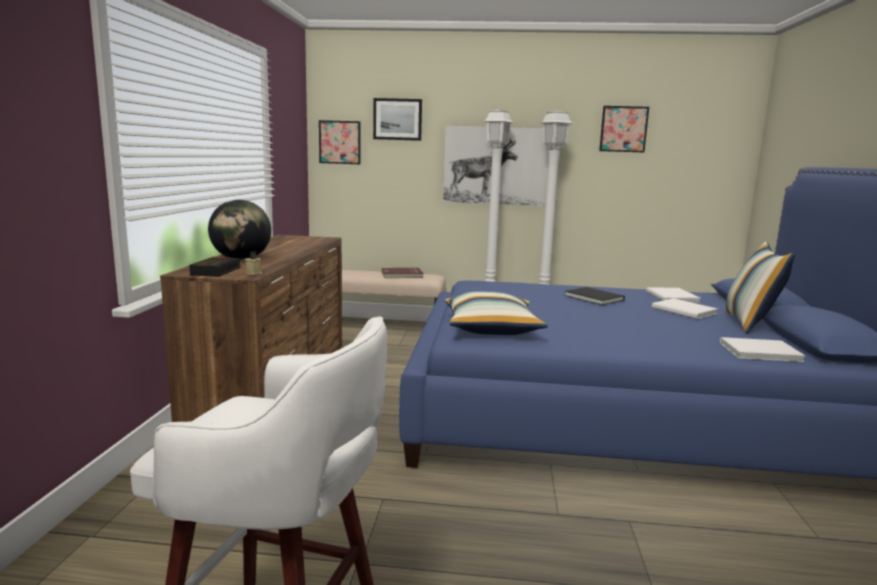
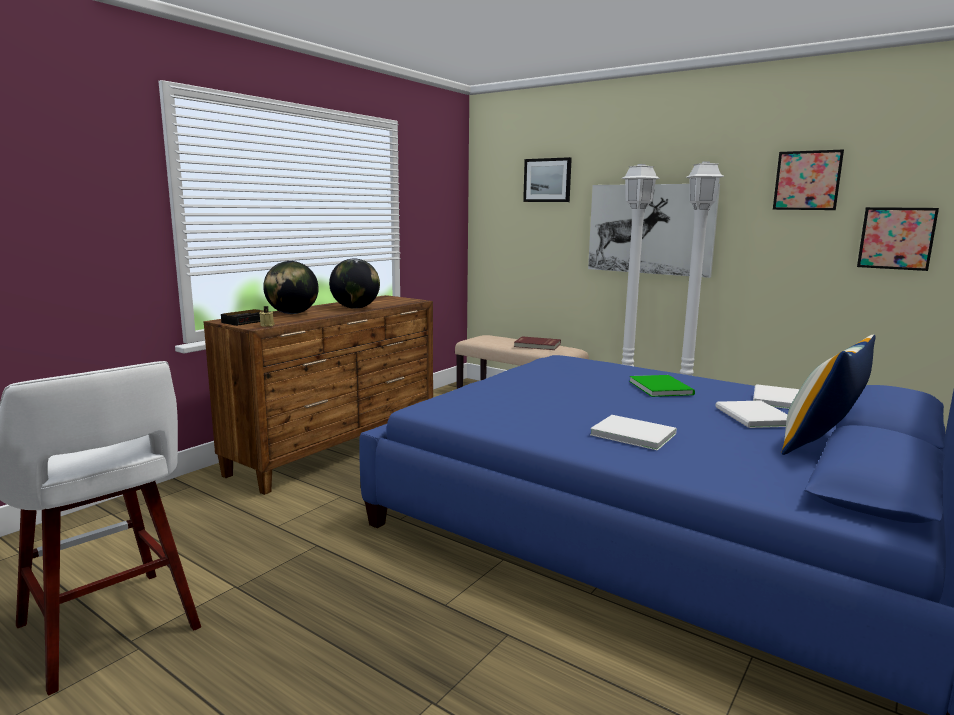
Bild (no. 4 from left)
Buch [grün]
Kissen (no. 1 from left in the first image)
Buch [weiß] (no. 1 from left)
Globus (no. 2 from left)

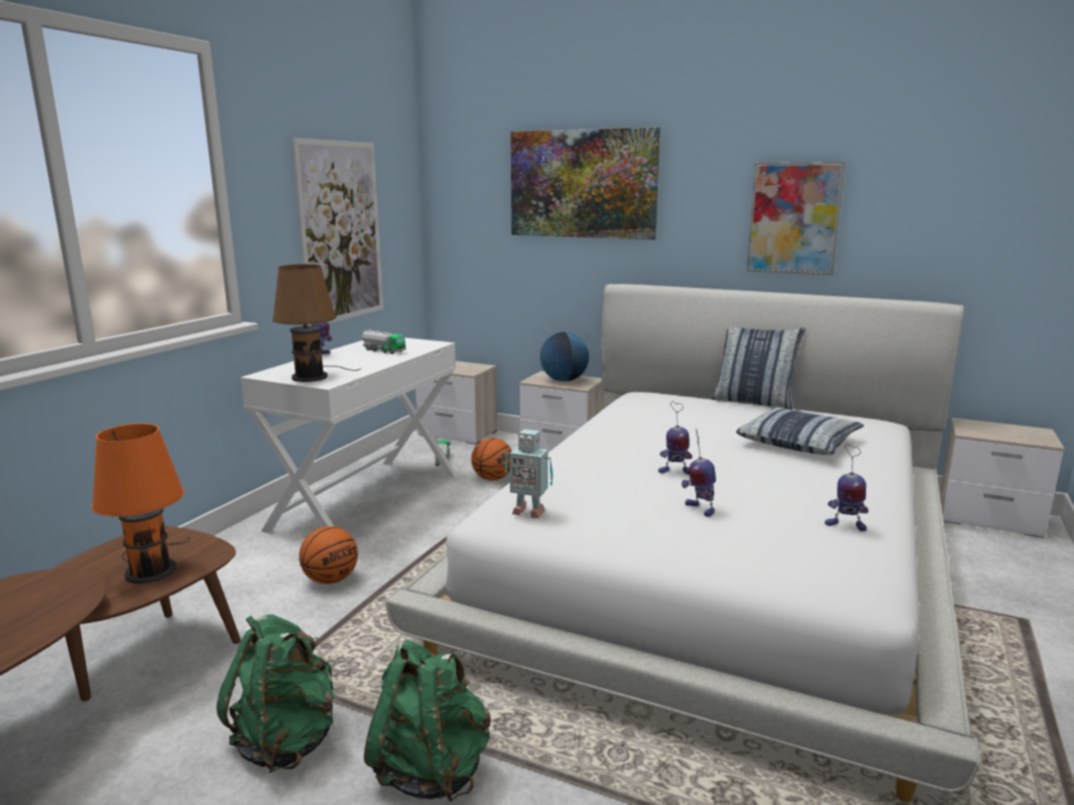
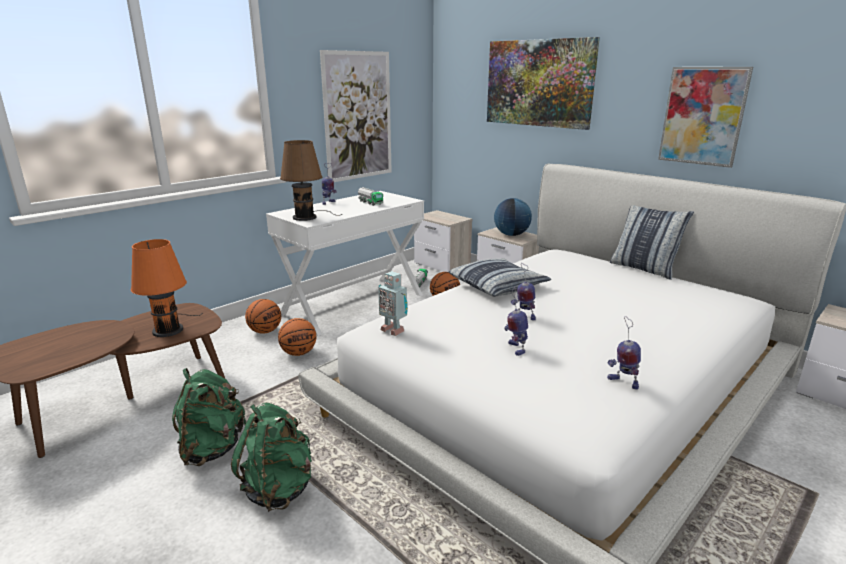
Kissen (no. 1 from left)
Basketball (no. 1 from left)

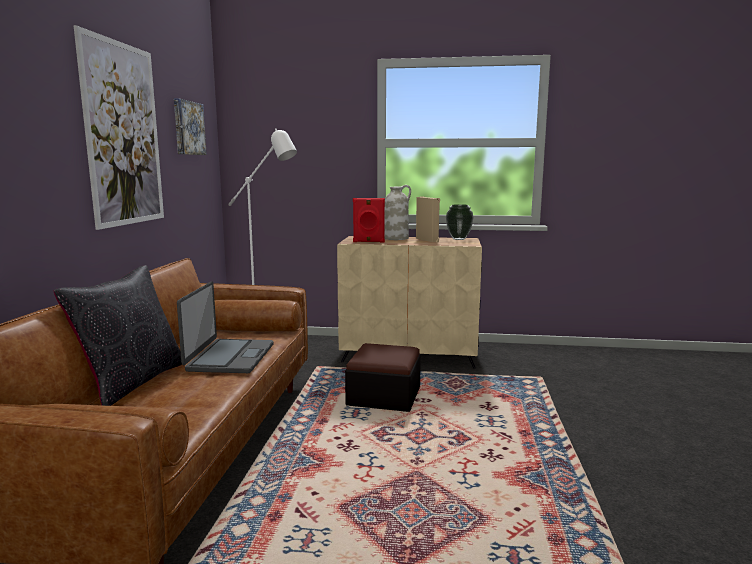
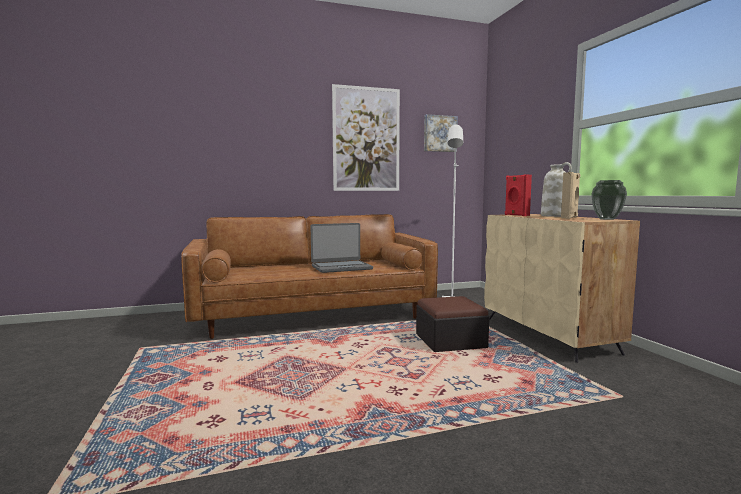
Kissen [schwarz]

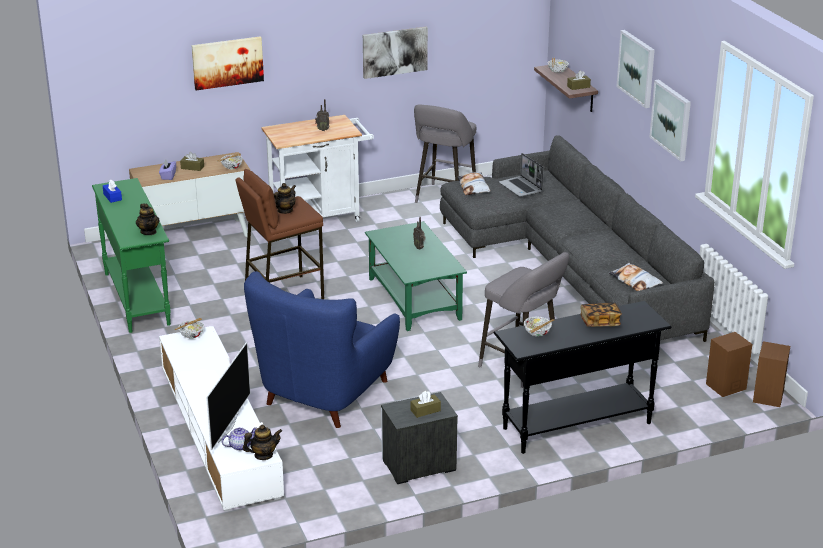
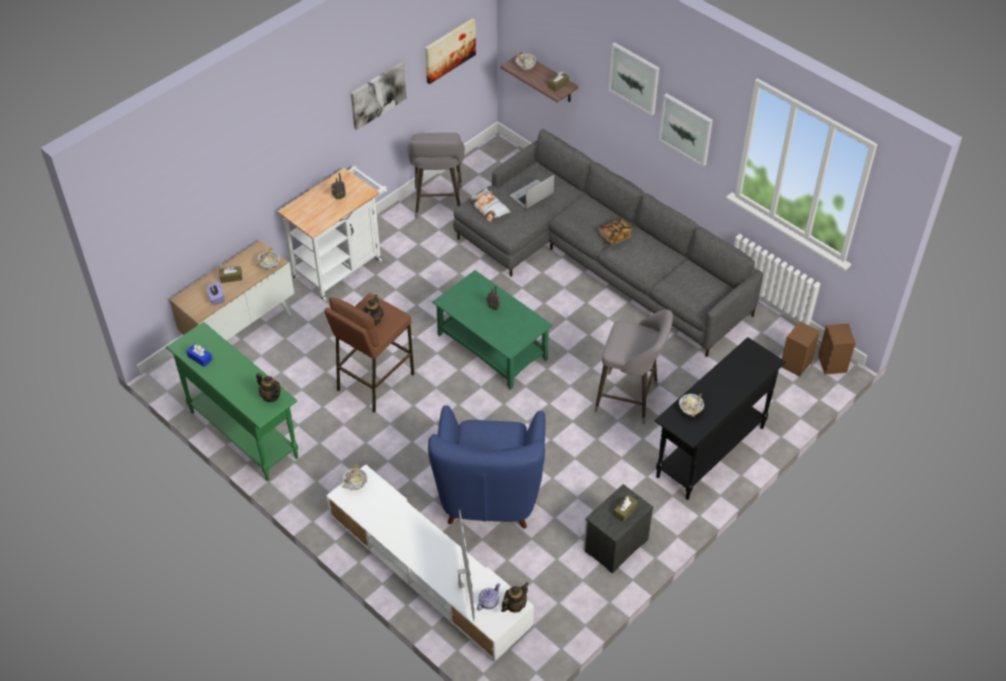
Bild (no. 2 from left)
Laptop
Kissen (no. 2 from left in the first image)
Buch

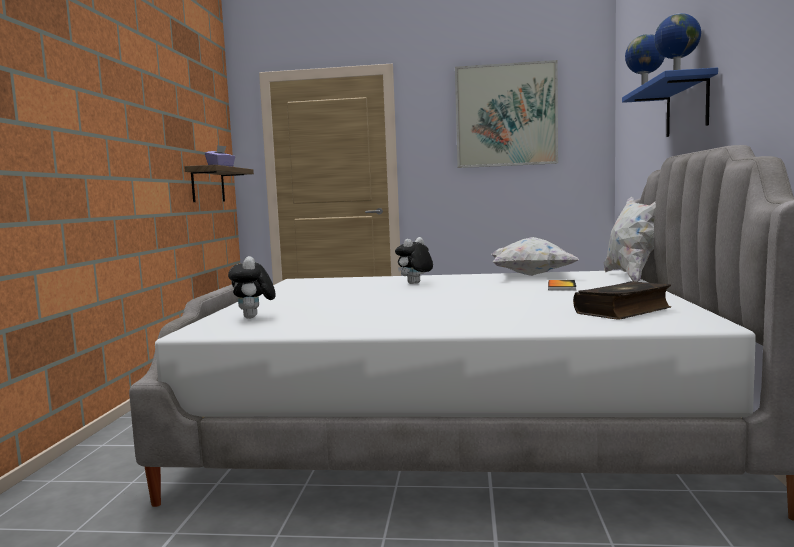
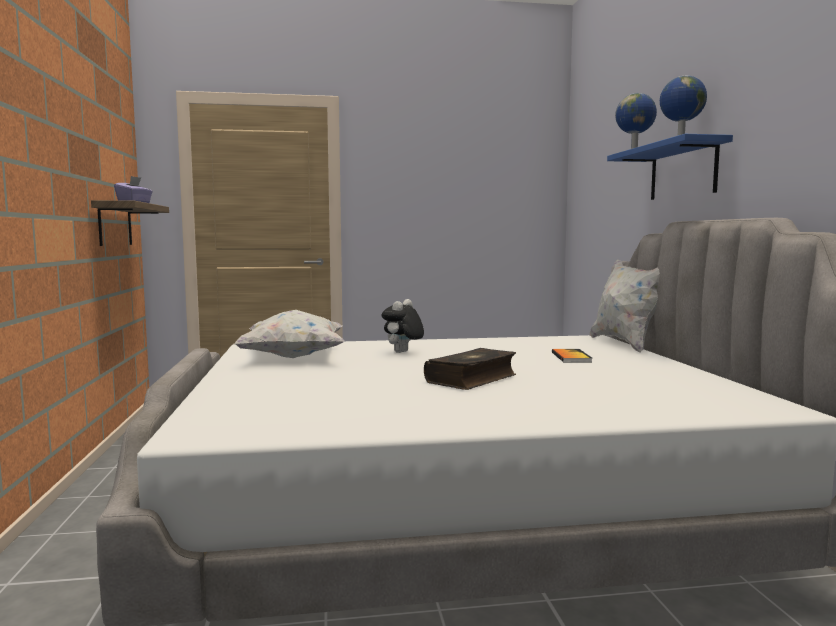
Bild
Kissen [weiß] (no. 1 from left)
Plüschtier (no. 1 from left in the first image)
Buch (no. 1 from left)

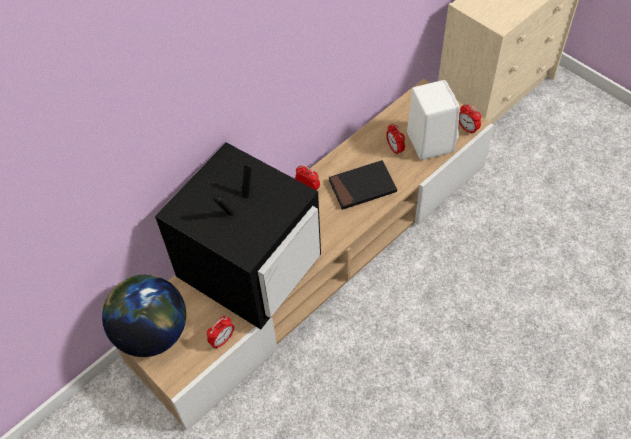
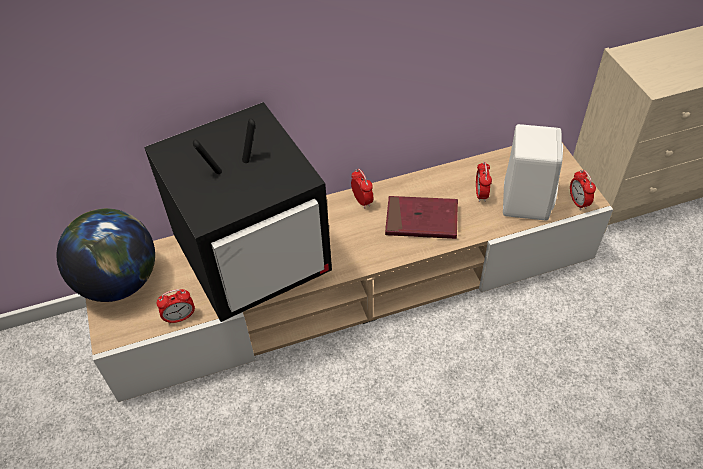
Buch [rot]

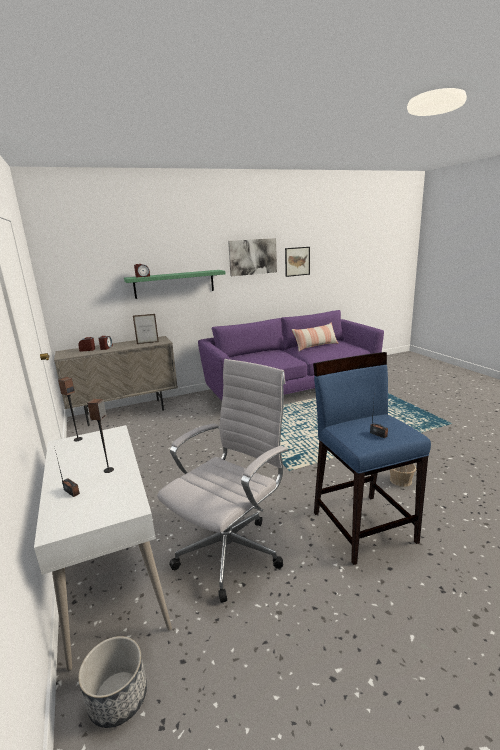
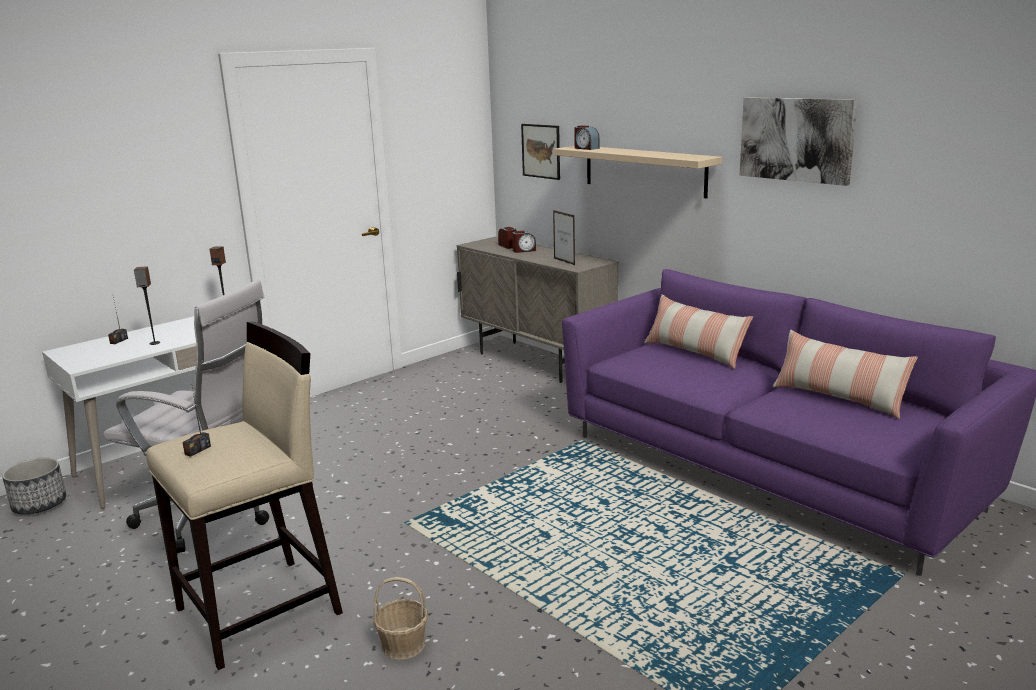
Bild (no. 1 from left)
Wandregal [beige]
Hocker [beige]
Kissen (no. 1 from left)

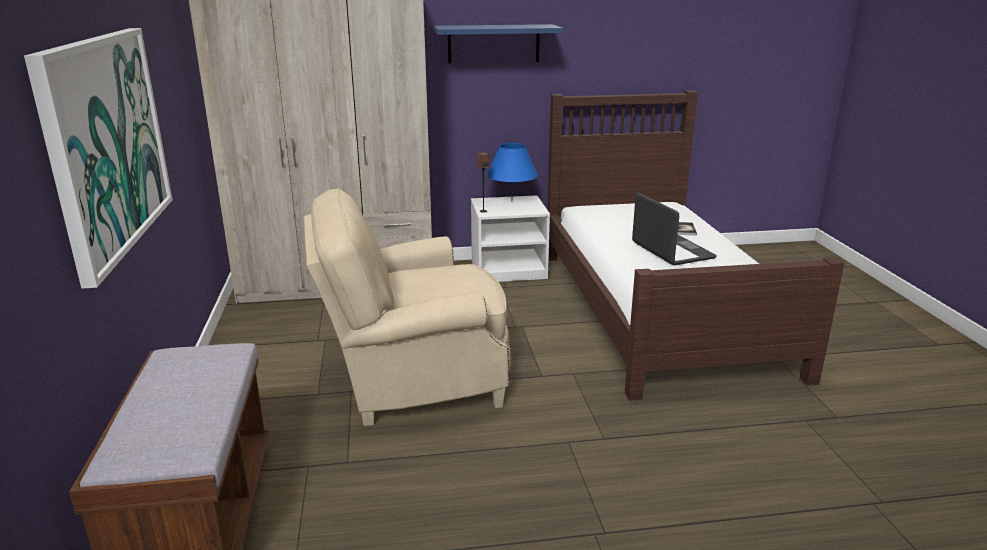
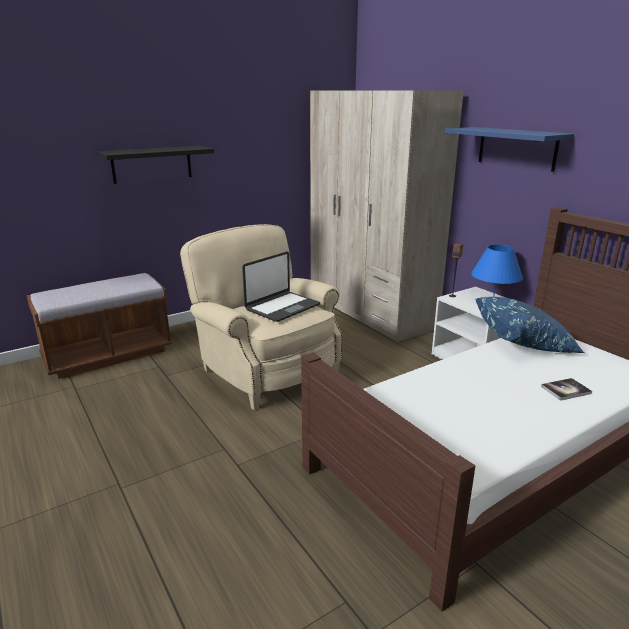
Wandregal [schwarz]
Laptop
Kissen [blau]

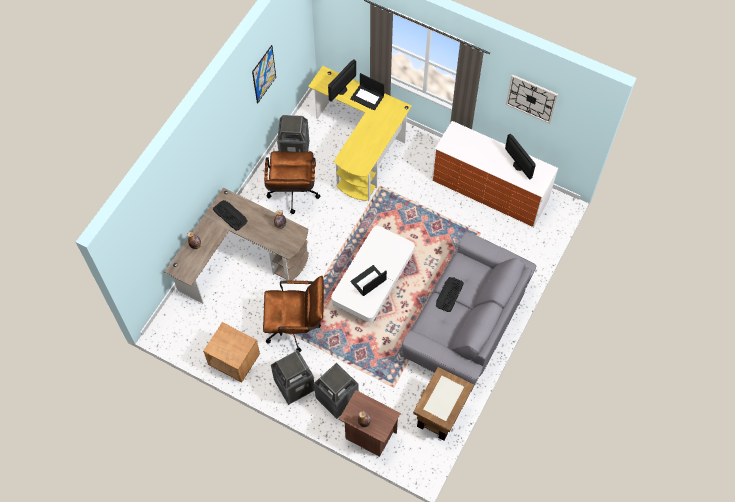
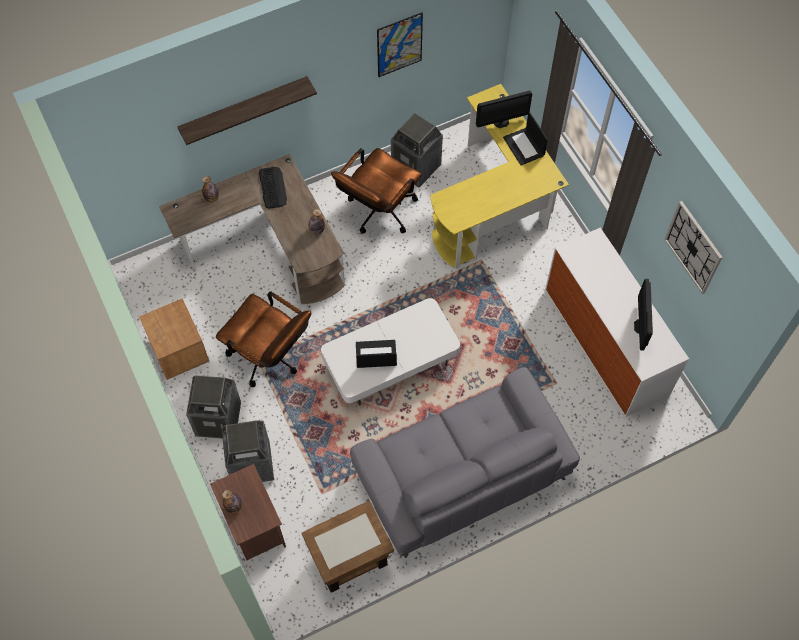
Tastatur (no. 2 from left in the first image)
Wandregal

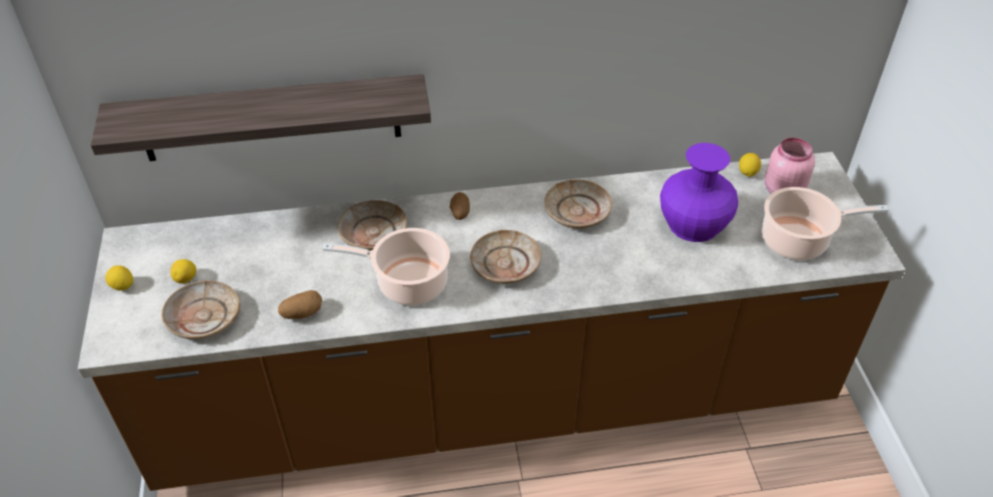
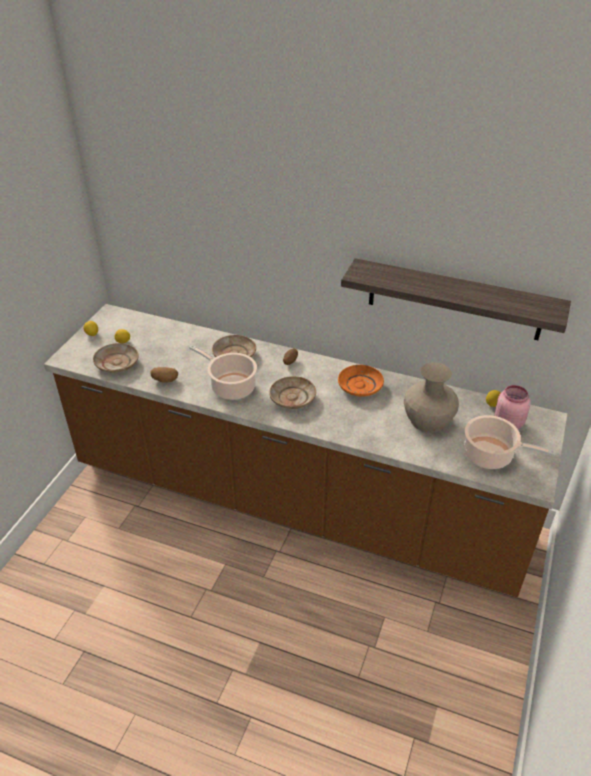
Wandregal
Vase [beige]
Teller [orange]

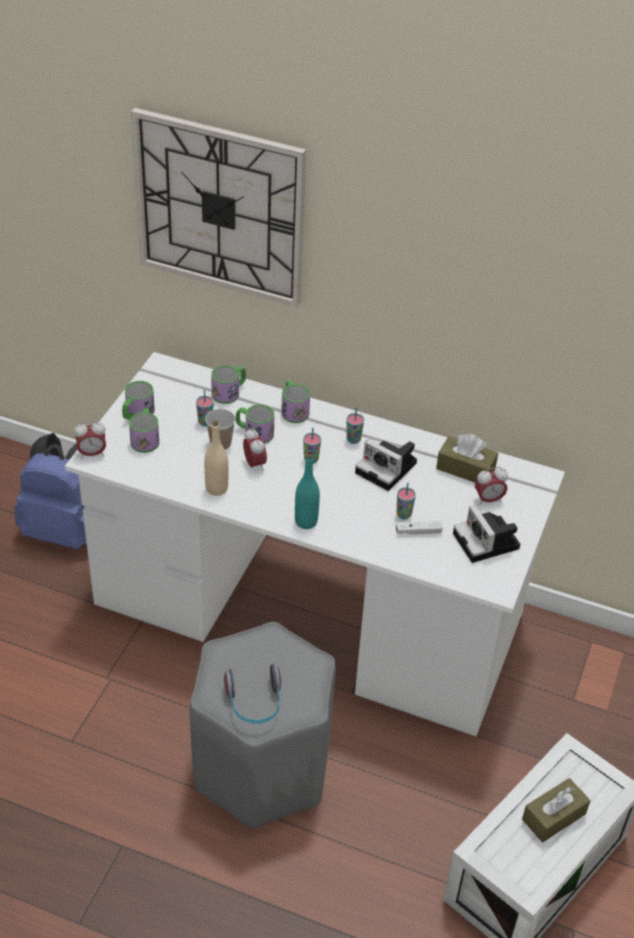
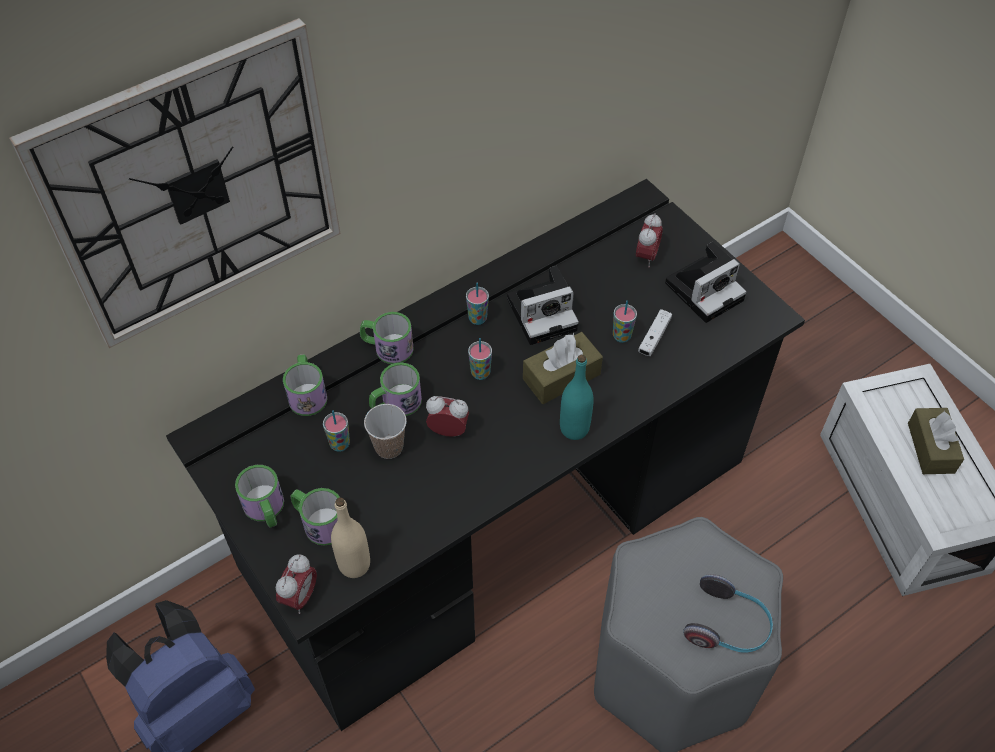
Schreibtisch [schwarz]
Flasche [beige]
Taschentuchbox [braun] (no. 1 from left)
Kamera (no. 2 from left)

